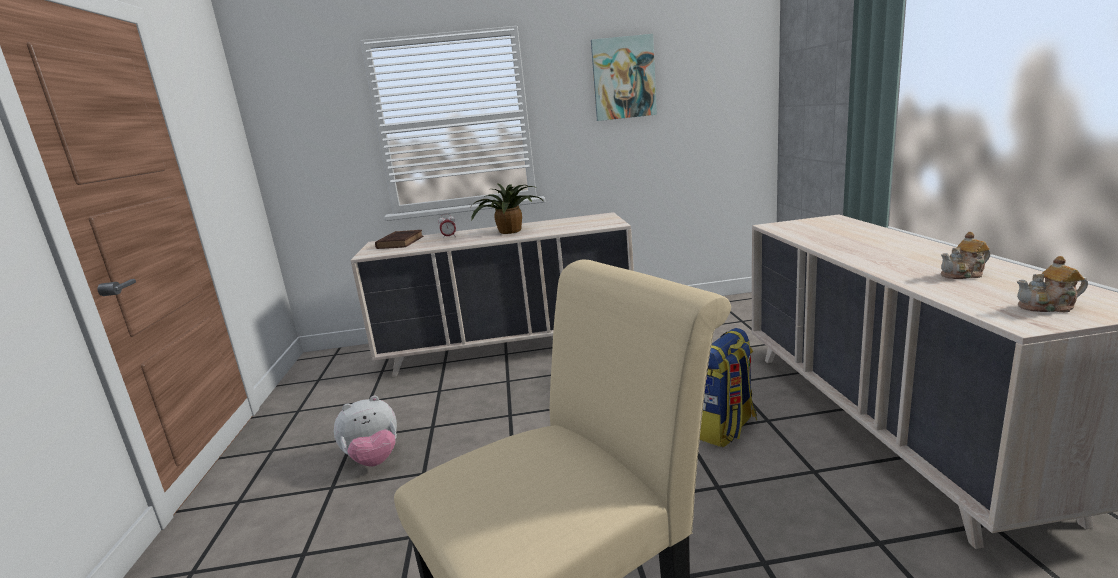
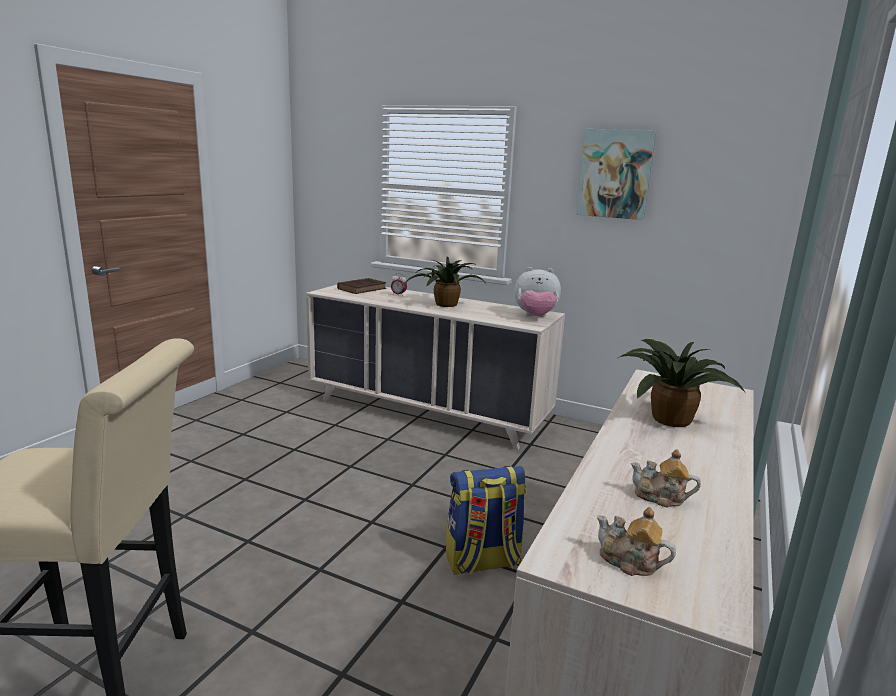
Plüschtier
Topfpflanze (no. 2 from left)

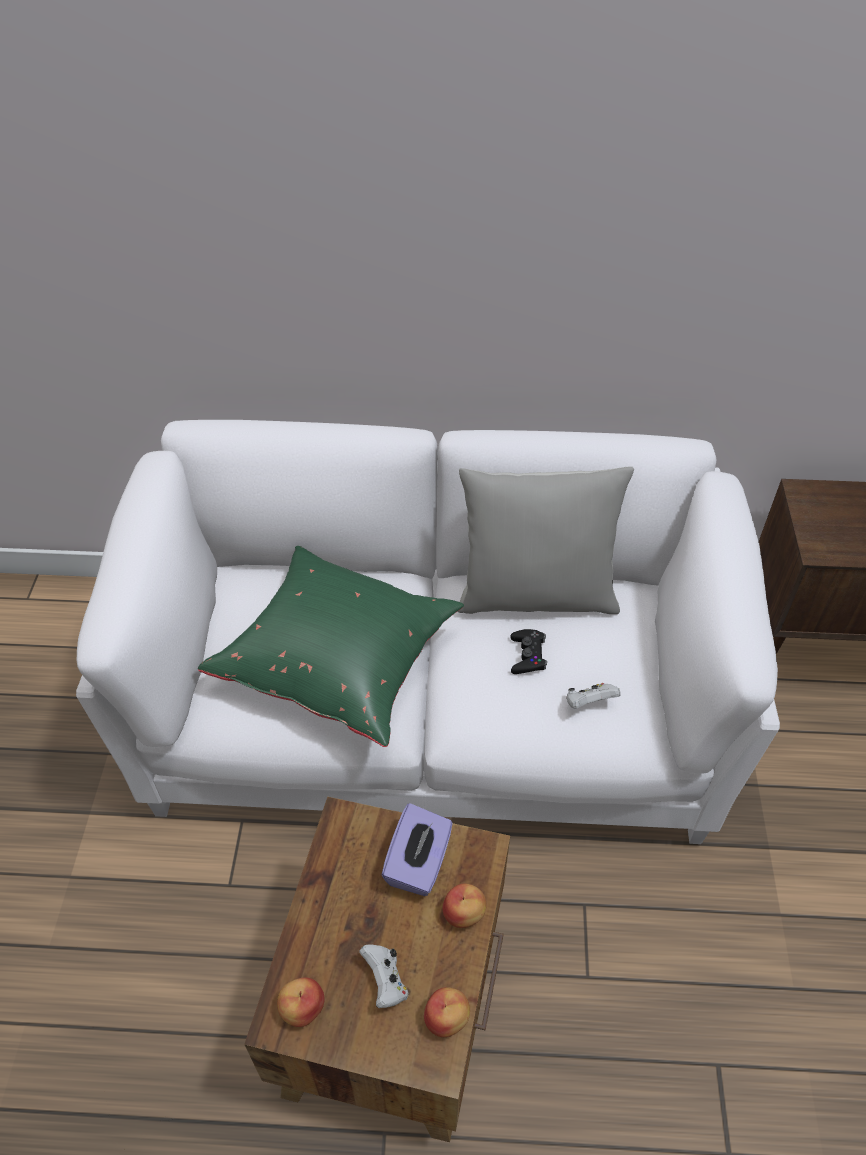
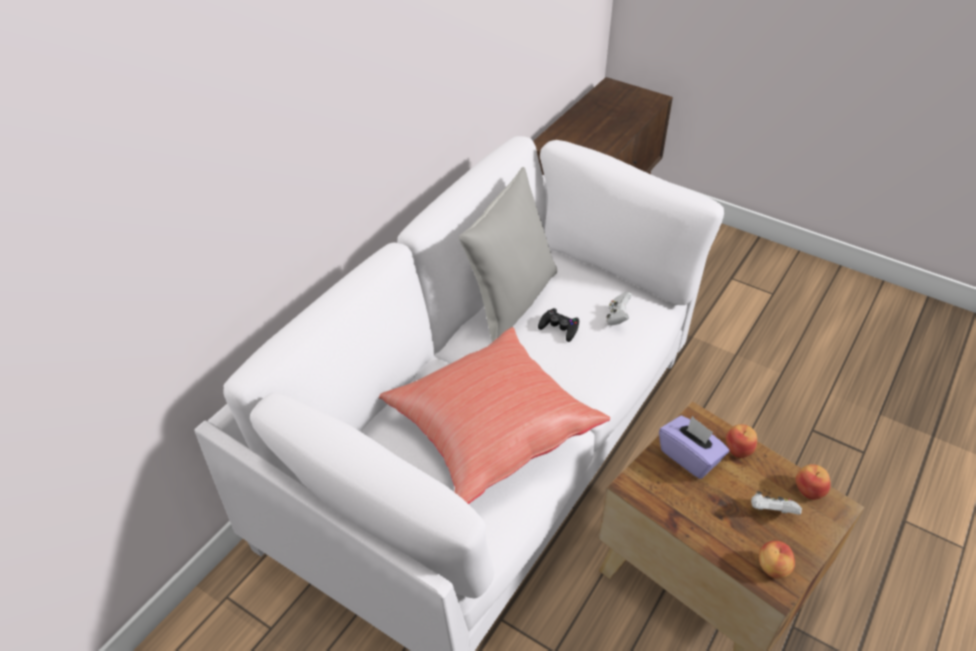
Kissen [rot]

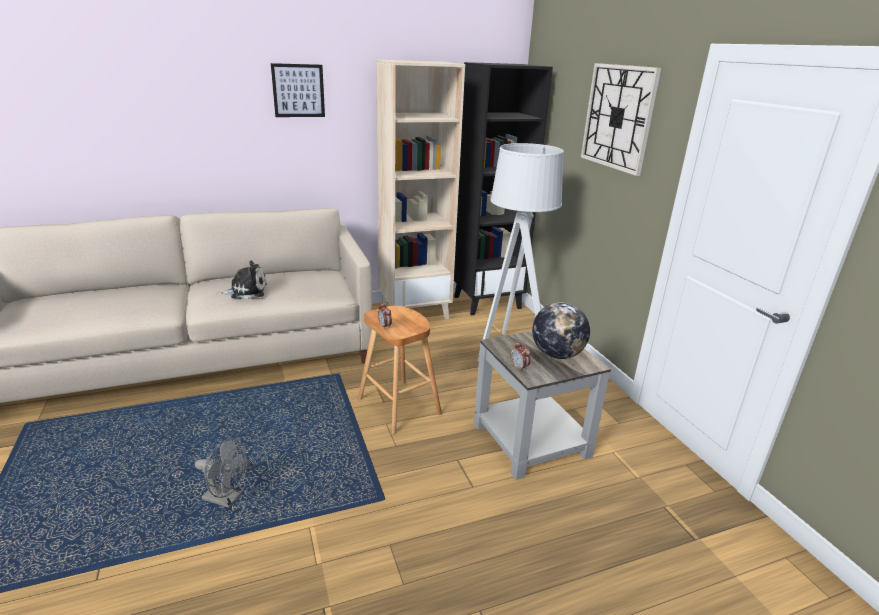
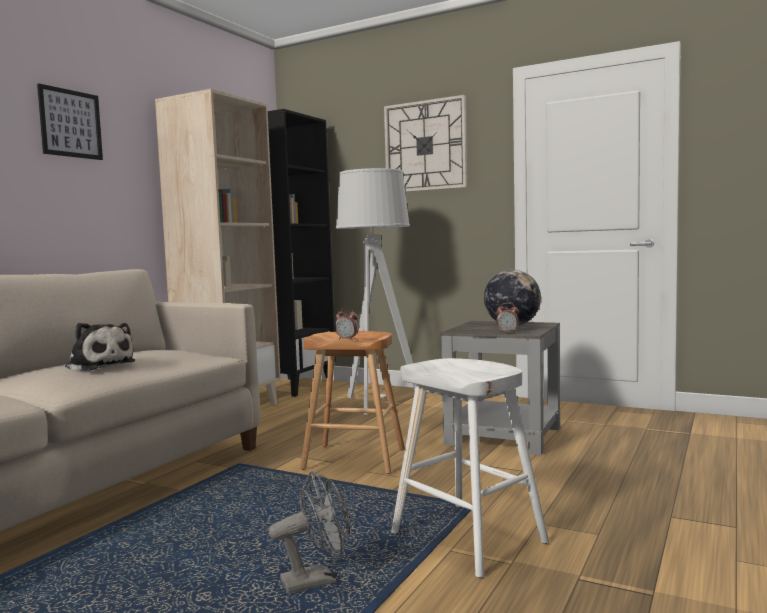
Plüschtier
Hocker [weiß]

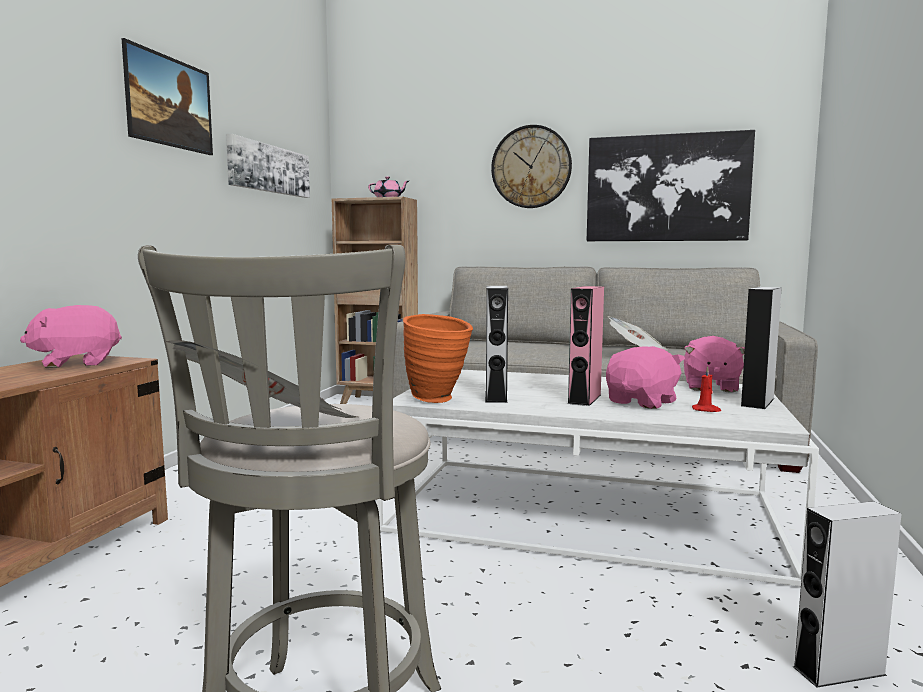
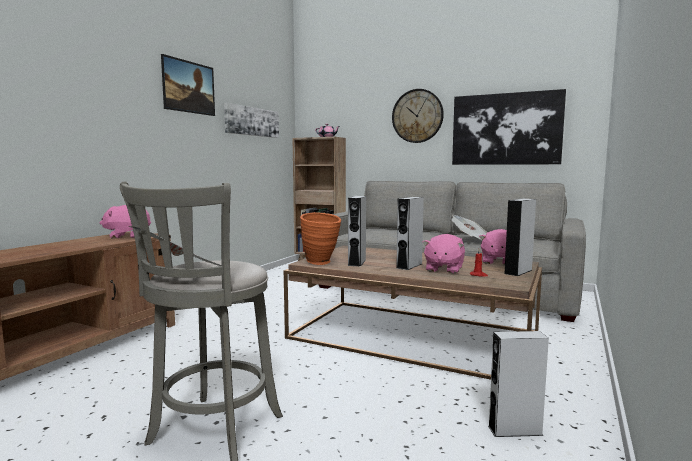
Lautsprecher [grau] (no. 2 from left)
Plüschtier [rosa] (no. 2 from left)
Couchtisch [braun]

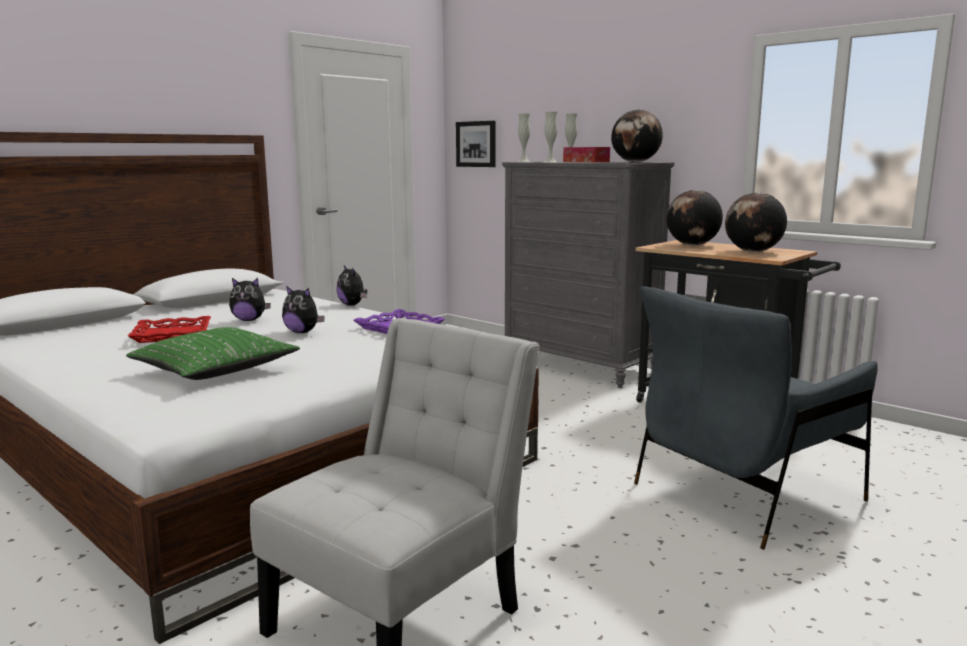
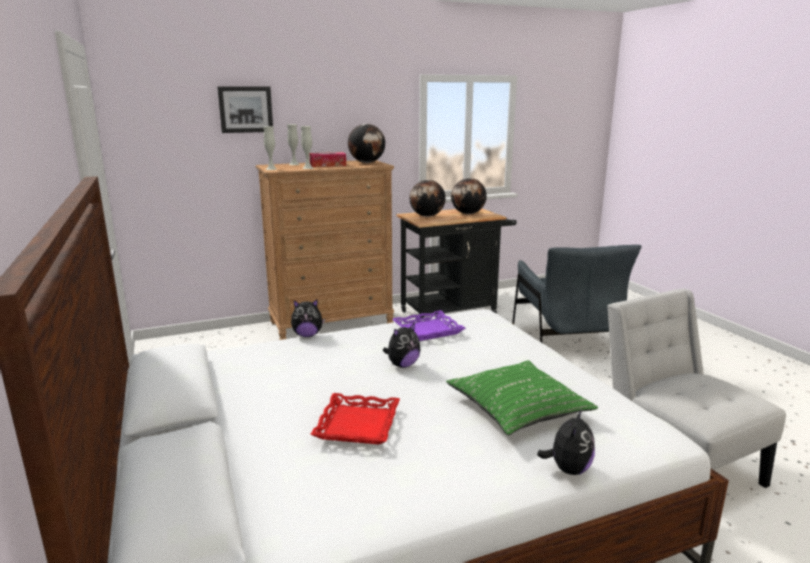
Bild
Kommode [braun]
Plüschtier (no. 3 from left)

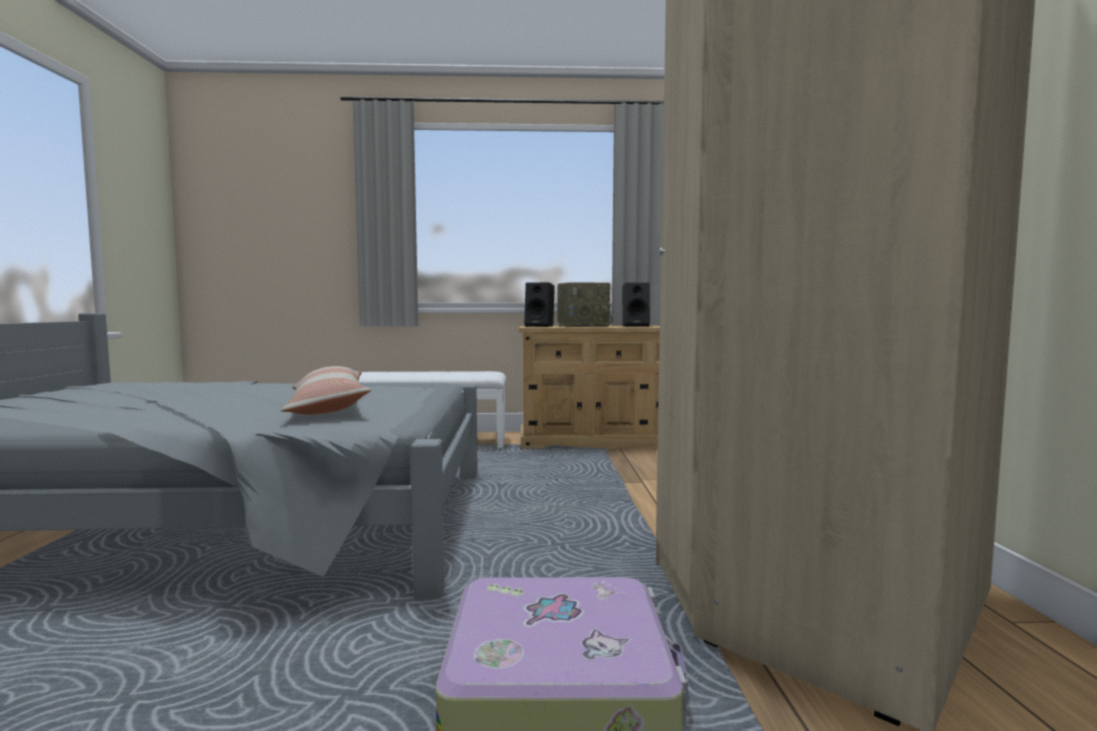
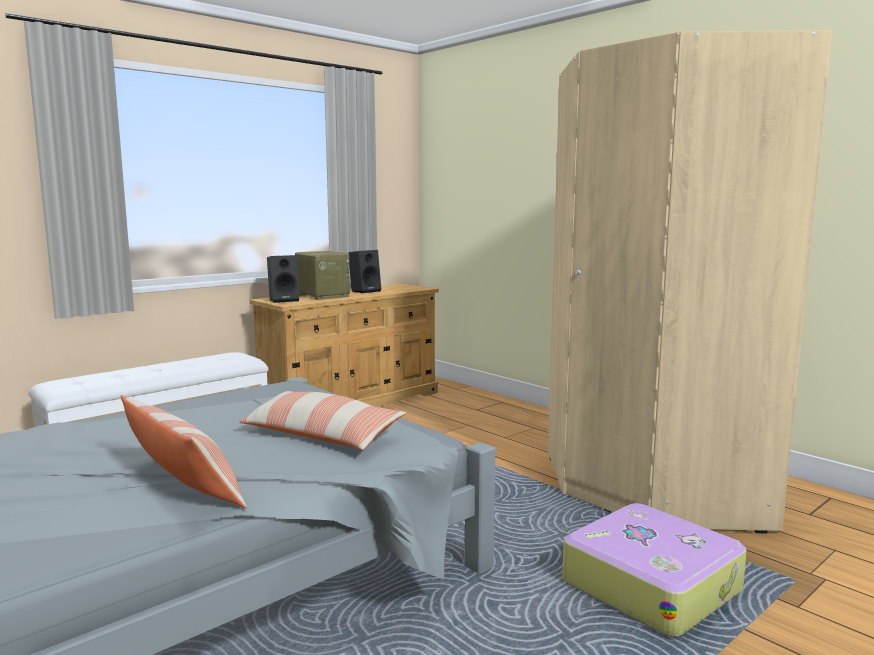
Radio
Kissen (no. 1 from left)

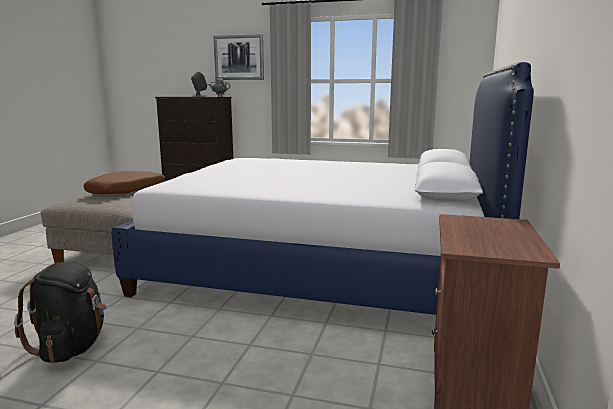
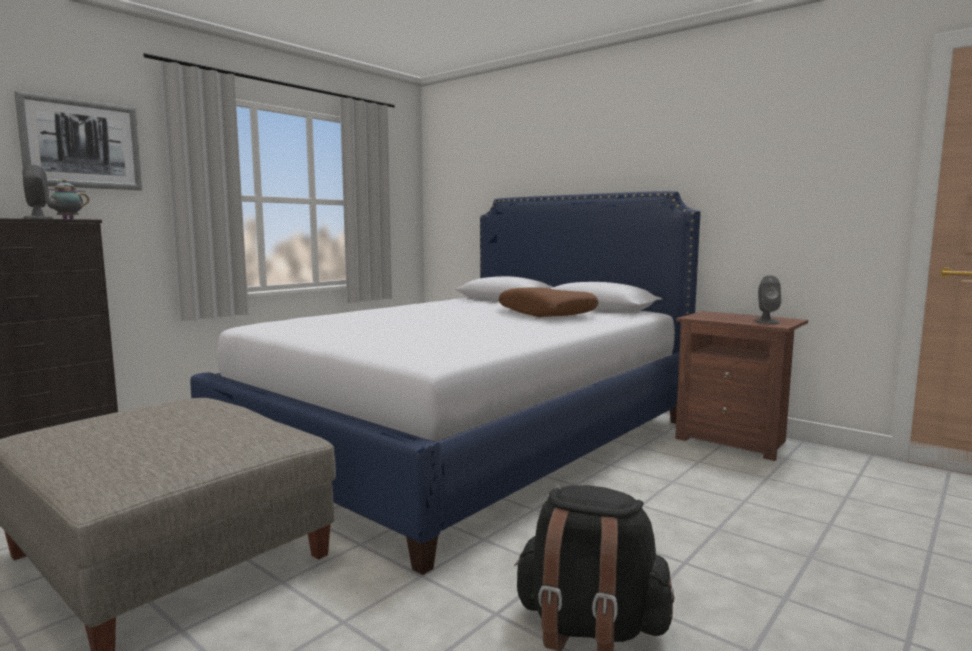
Kissen [braun]
Lautsprecher [grau] (no. 2 from left)

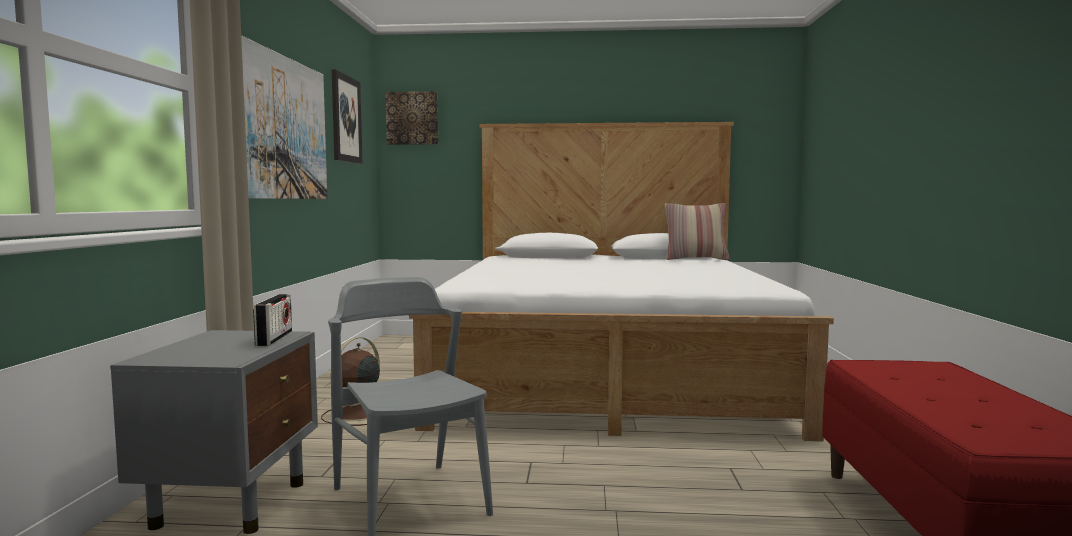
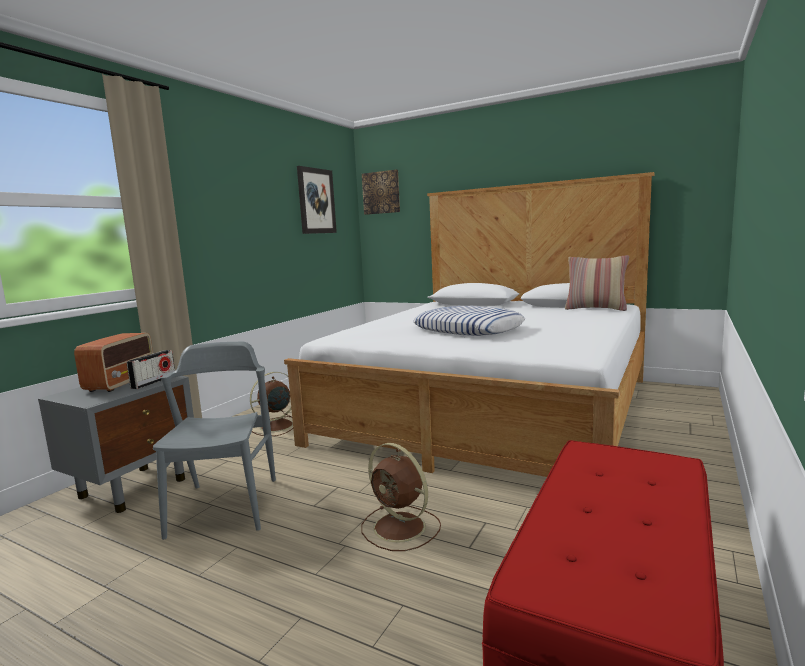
Bild (no. 1 from left in the first image)
Kissen (no. 1 from left)
Radio (no. 1 from left)
Ventilator [braun] (no. 2 from left)

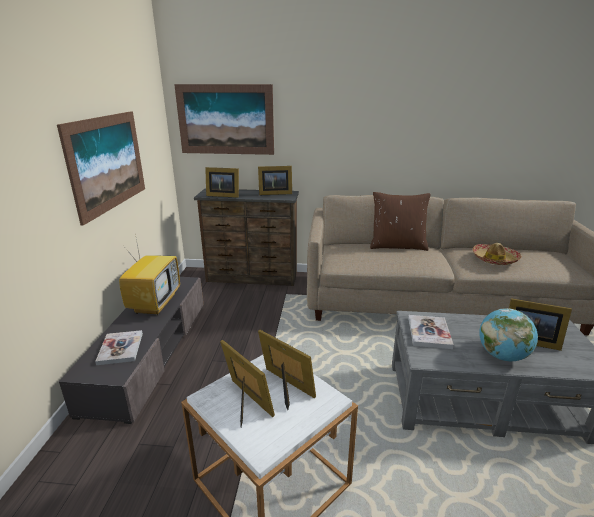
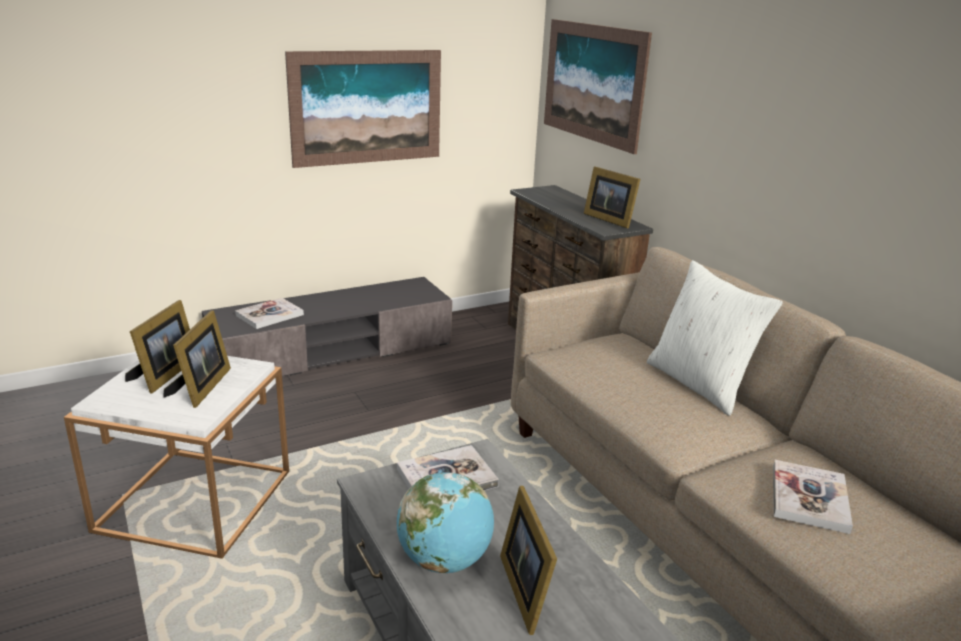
Bilderrahmen (no. 1 from left in the first image)
Kissen [weiß]
Fernseher
Buch (no. 3 from left)

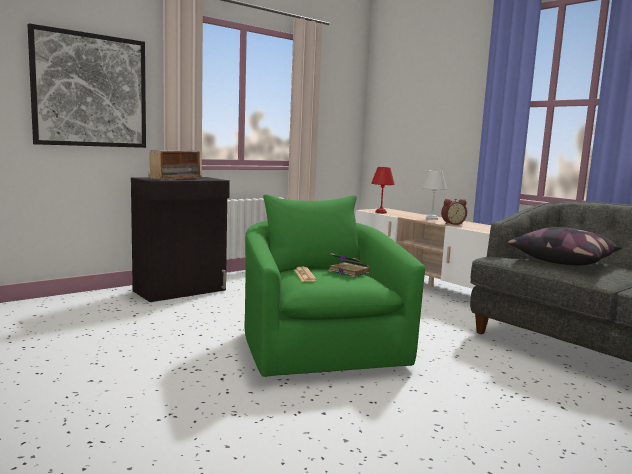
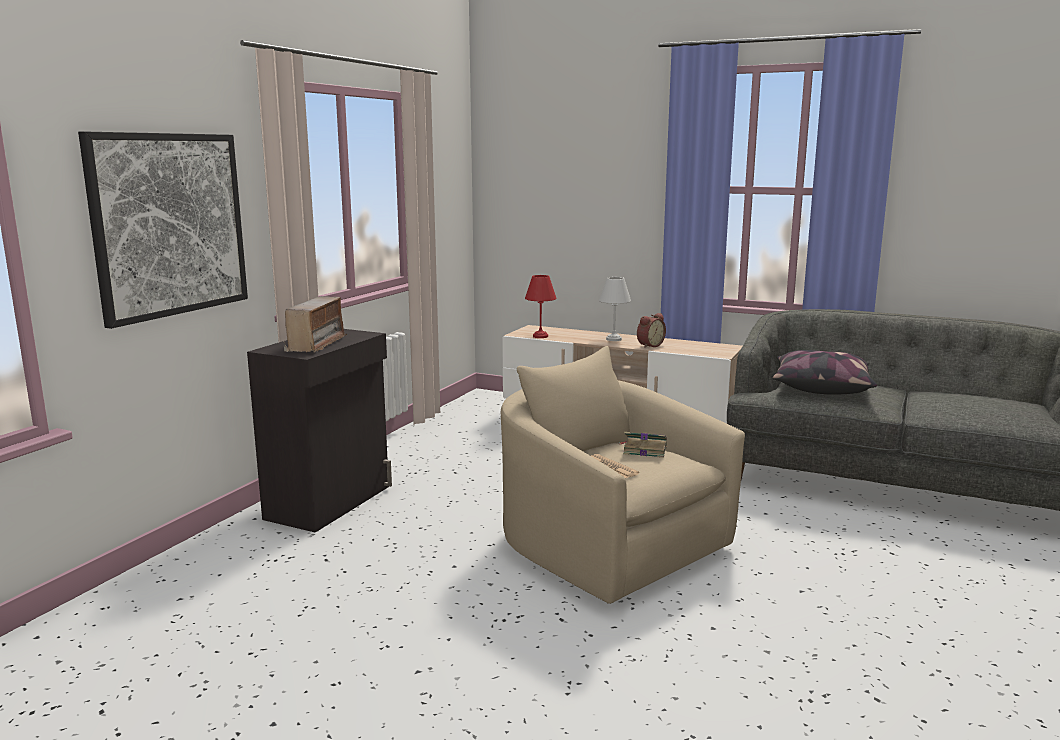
Sessel [beige]

